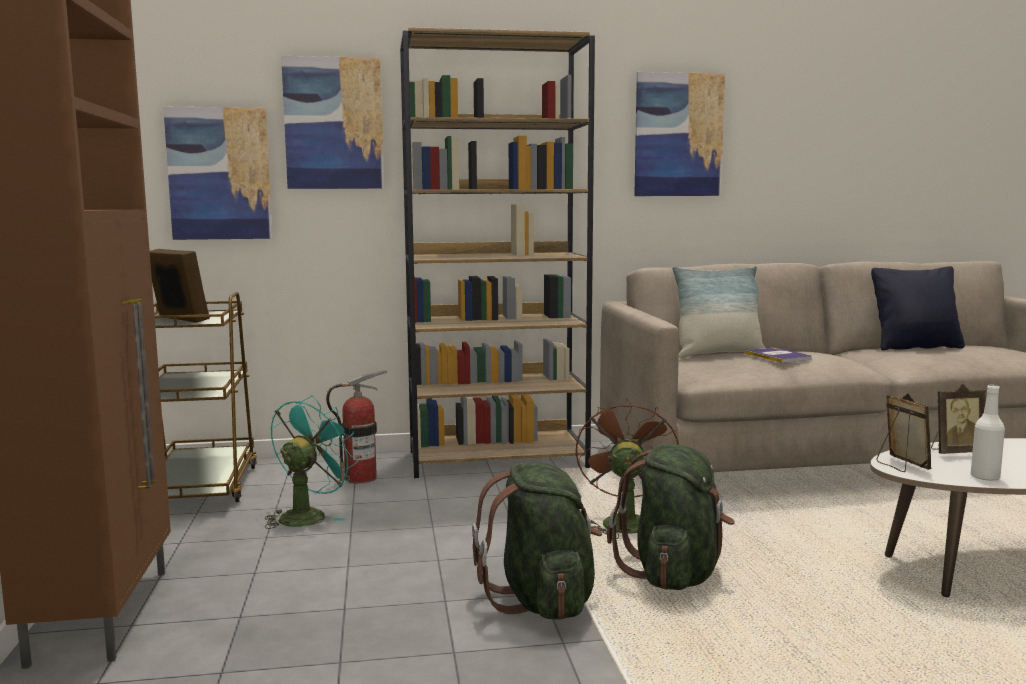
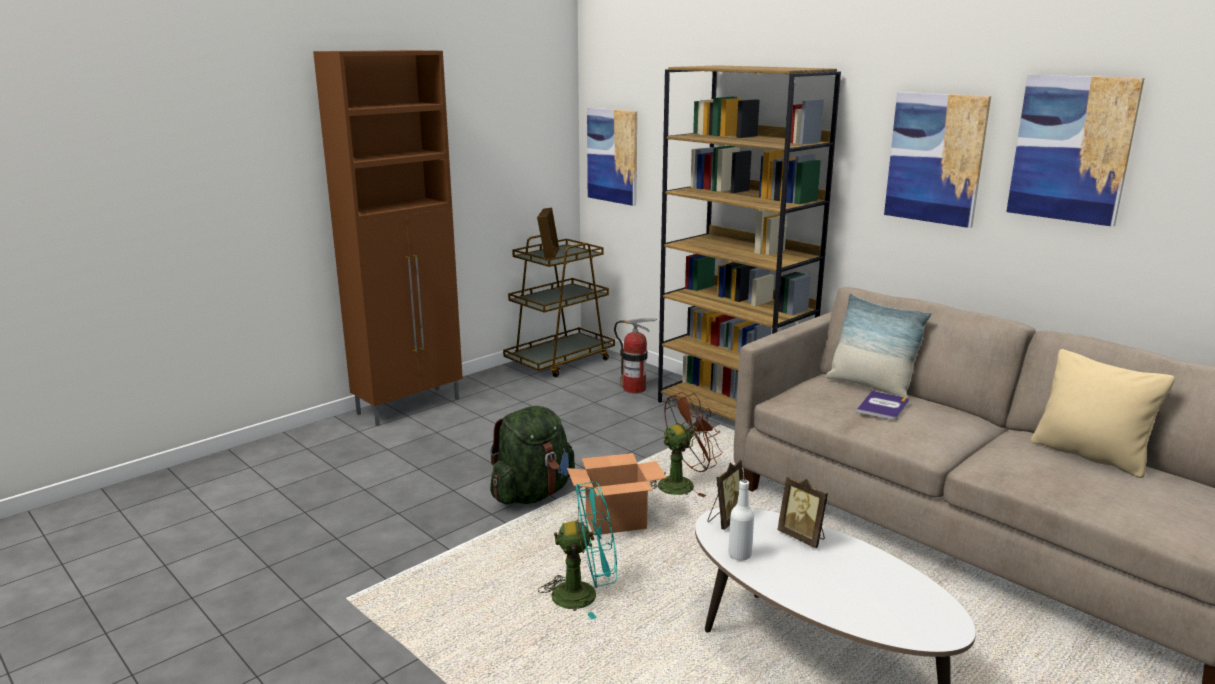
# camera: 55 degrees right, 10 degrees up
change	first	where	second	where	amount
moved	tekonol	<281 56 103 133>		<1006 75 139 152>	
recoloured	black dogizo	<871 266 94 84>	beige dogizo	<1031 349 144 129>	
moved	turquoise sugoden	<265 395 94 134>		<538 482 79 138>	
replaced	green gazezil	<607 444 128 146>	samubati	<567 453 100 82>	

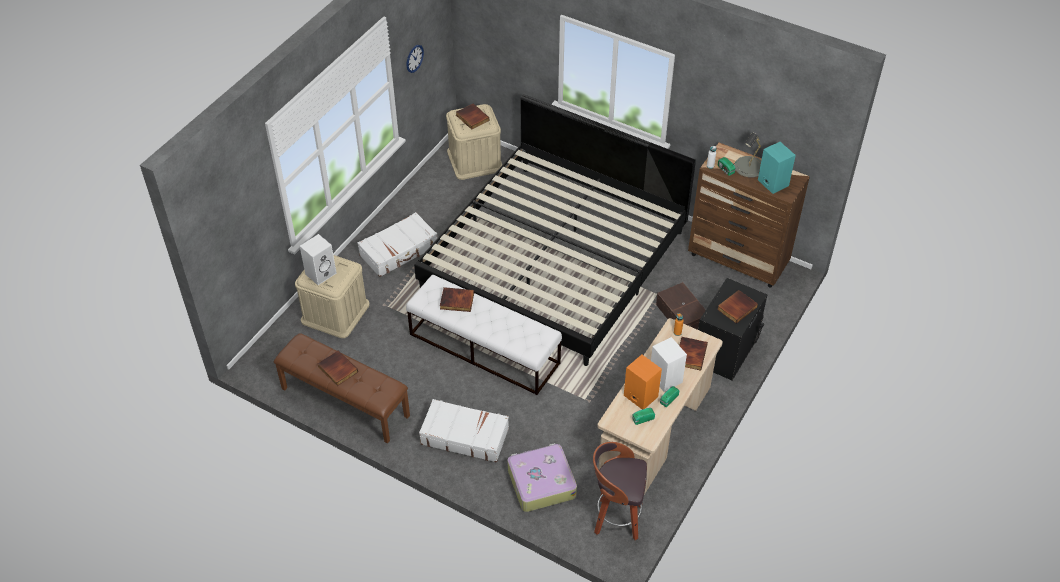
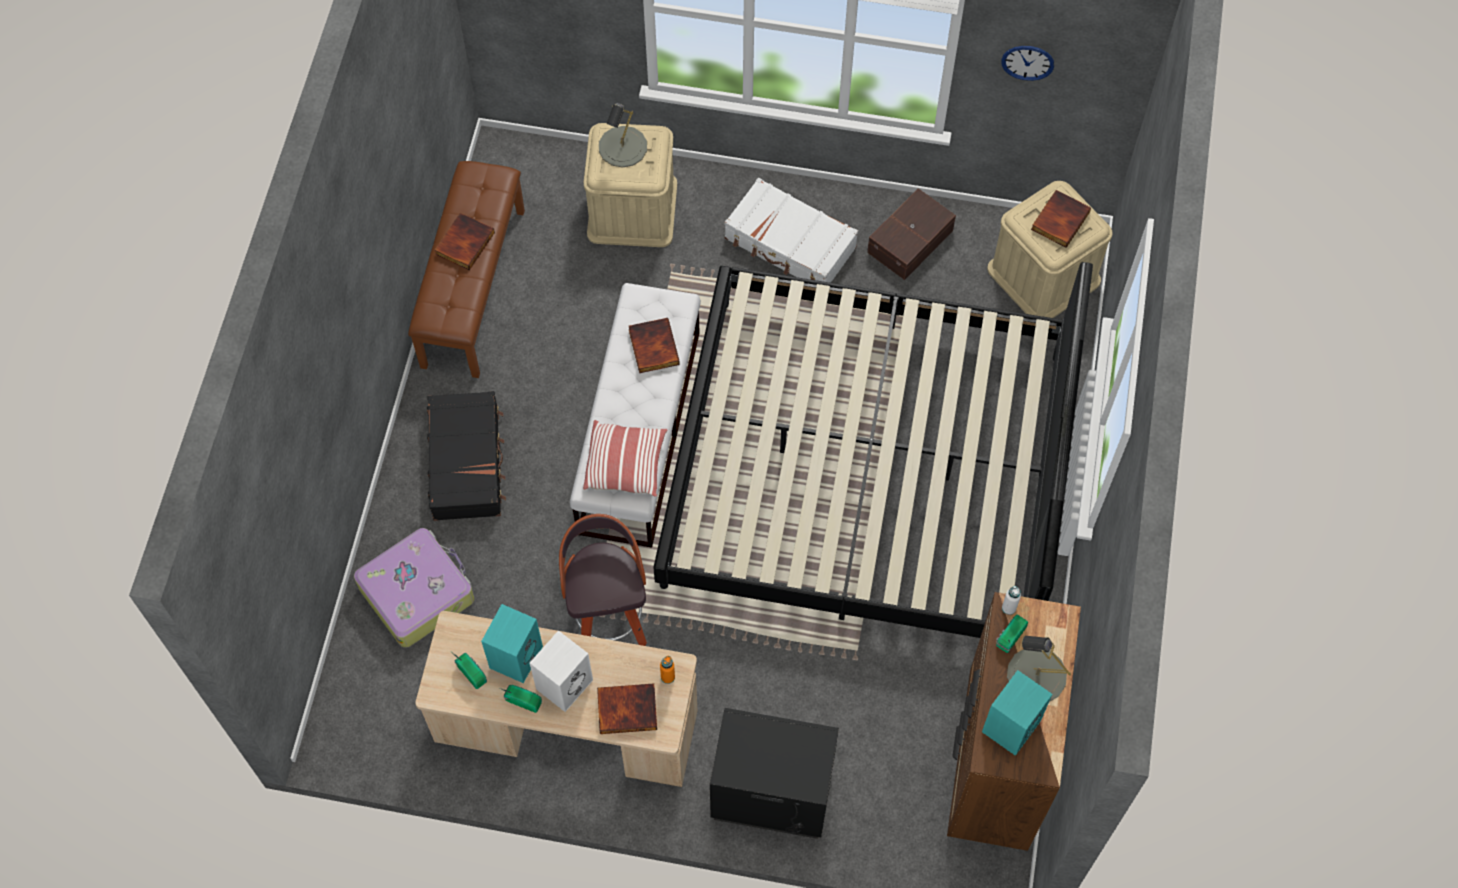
# camera: 70 degrees right, 15 degrees up
change	first	where	second	where	amount
replaced	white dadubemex	<300 234 36 51>	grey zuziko	<599 103 48 65>	
moved	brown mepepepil	<656 282 50 48>		<867 188 89 92>	
removed	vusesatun	<717 290 41 34>			
recoloured	orange dadubemex	<624 355 38 54>	turquoise dadubemex	<481 604 62 79>	
recoloured	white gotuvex	<419 399 90 64>	black gotuvex	<427 391 79 130>	
moved	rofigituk	<593 442 54 98>		<559 514 88 132>	
added			dogizo	<583 420 85 77>	

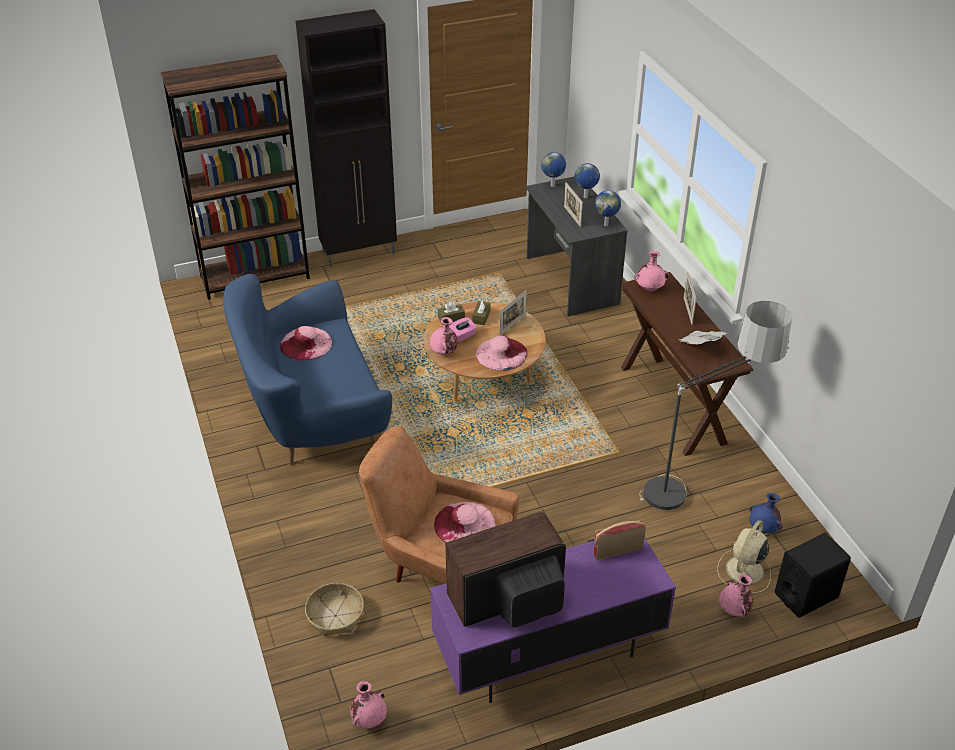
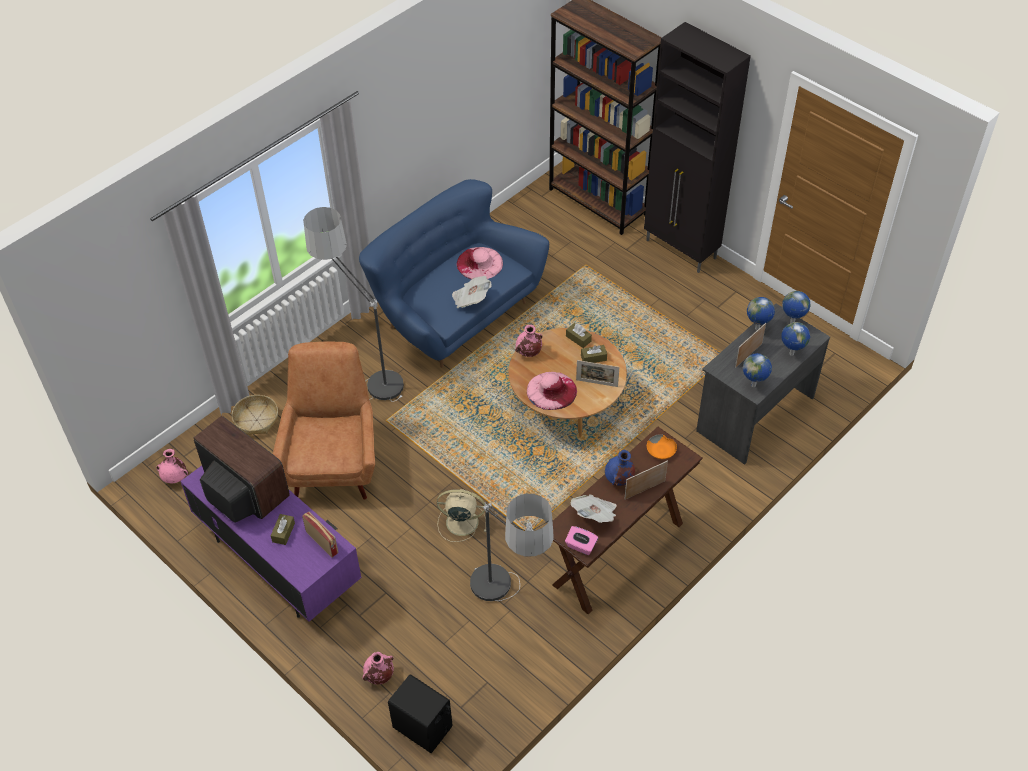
# camera: 65 degrees right, 10 degrees up
change	first	where	second	where	amount
replaced	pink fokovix	<634 251 35 40>	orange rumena	<647 434 30 25>	
moved	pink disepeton	<449 317 28 25>		<565 526 33 29>	
moved	blue fokovix	<749 493 33 40>		<605 450 30 36>	
removed	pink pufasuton	<434 502 62 41>			
moved	beige sugoden	<717 520 54 73>		<437 489 49 53>	
added			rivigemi	<303 207 101 195>	
added			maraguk	<452 276 40 32>	
added			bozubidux	<747 297 28 33>	
added			brown disepeton	<271 514 24 31>	

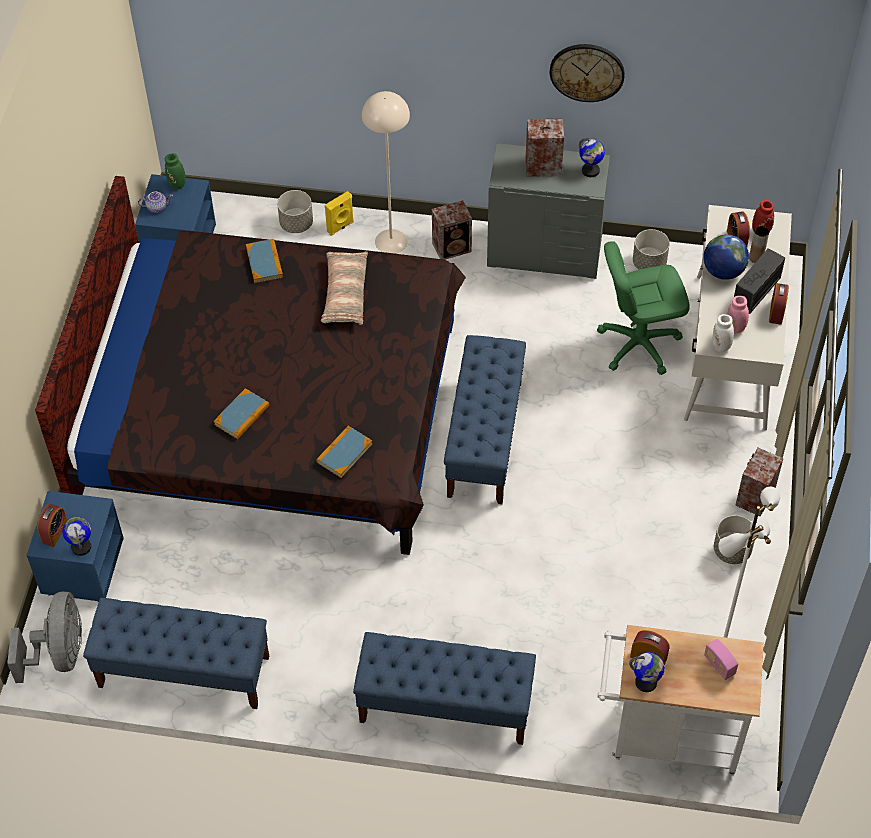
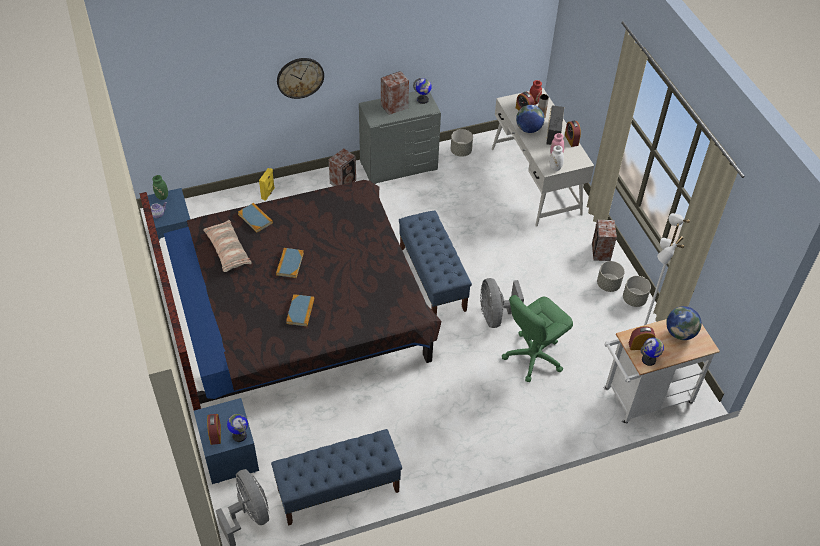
# camera: 30 degrees left, 5 degrees down
change	first	where	second	where	amount
moved	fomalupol	<550 44 75 58>		<277 58 47 41>	
removed	beige rivigemi	<362 91 48 163>			
moved	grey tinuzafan	<277 190 36 43>		<623 276 28 31>	
moved	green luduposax	<597 241 93 134>		<502 295 71 87>	
moved	dogizo	<321 251 47 74>		<203 220 49 52>	
moved	vusesatun	<316 426 56 52>		<276 248 28 30>	
removed	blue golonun	<353 632 183 113>			
replaced	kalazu	<704 639 34 41>	bozubidux	<666 306 36 34>	
added			grey sugoden	<480 278 44 50>	

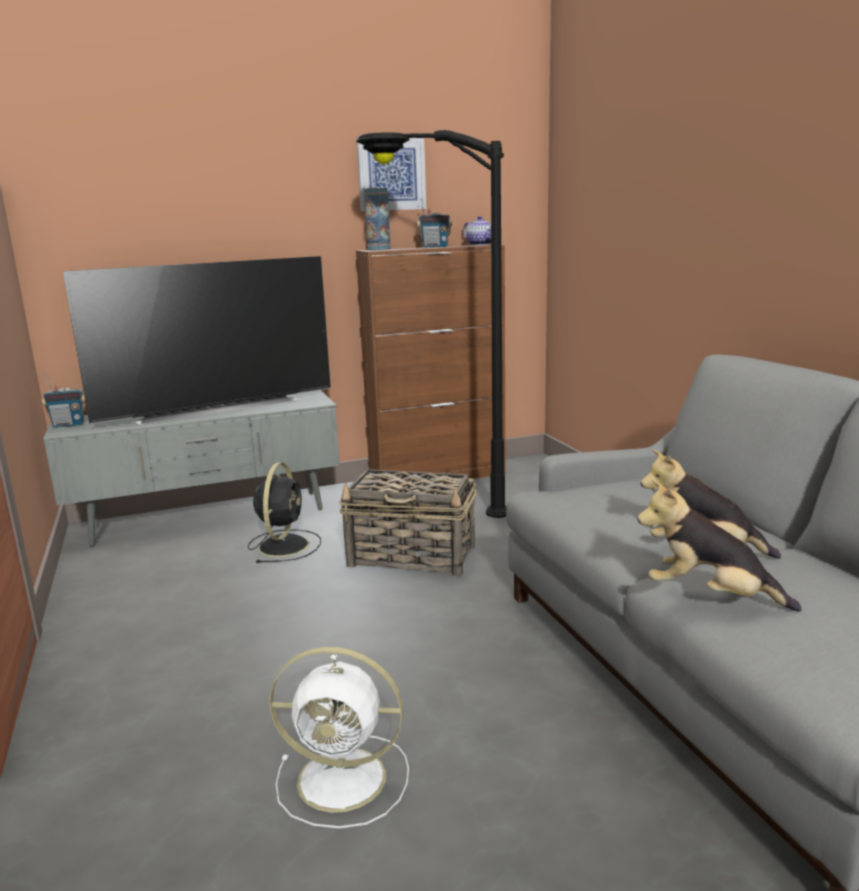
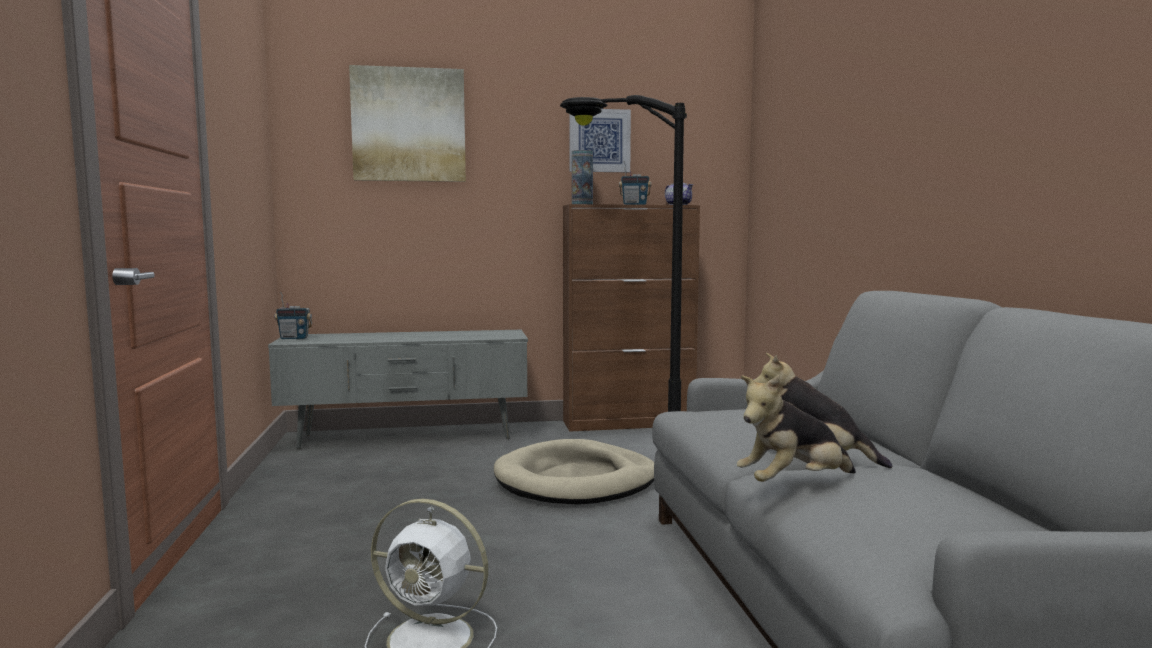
# camera: 10 degrees right, 10 degrees down
change	first	where	second	where	amount
removed	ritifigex	<63 256 268 169>			
removed	black sugoden	<248 463 73 100>			
replaced	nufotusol	<339 469 137 108>	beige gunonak	<494 439 160 66>	
turned	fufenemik	<637 480 165 132>		<737 375 119 107>	60 degrees counterclockwise
added			tekonol	<349 65 117 117>	

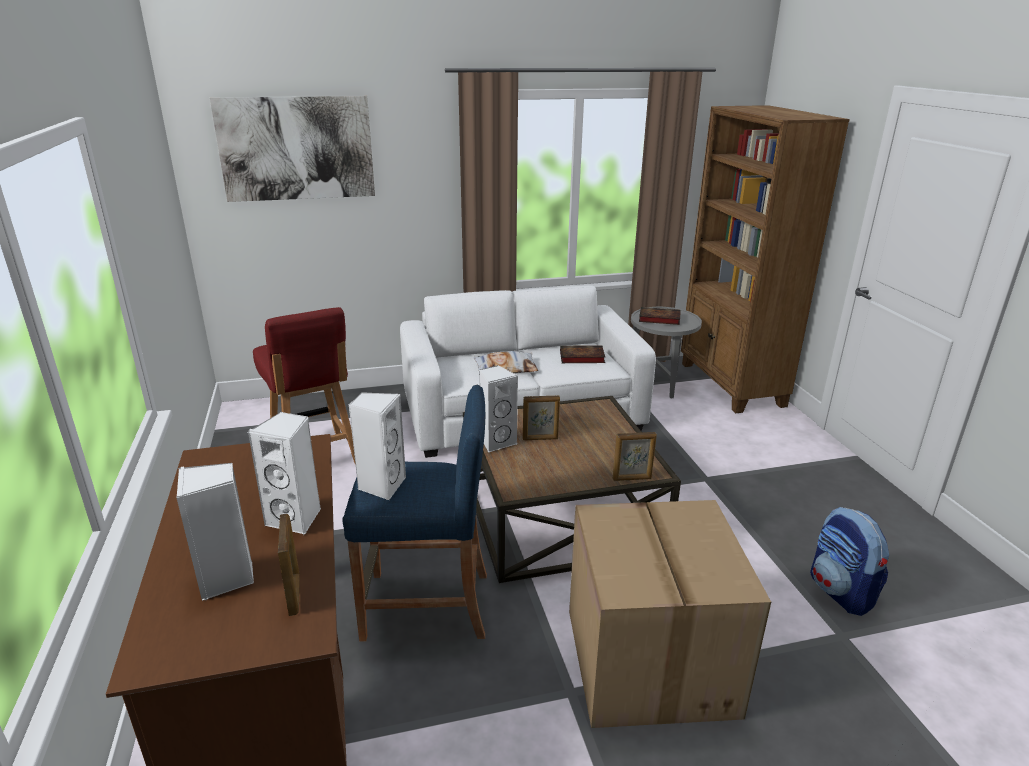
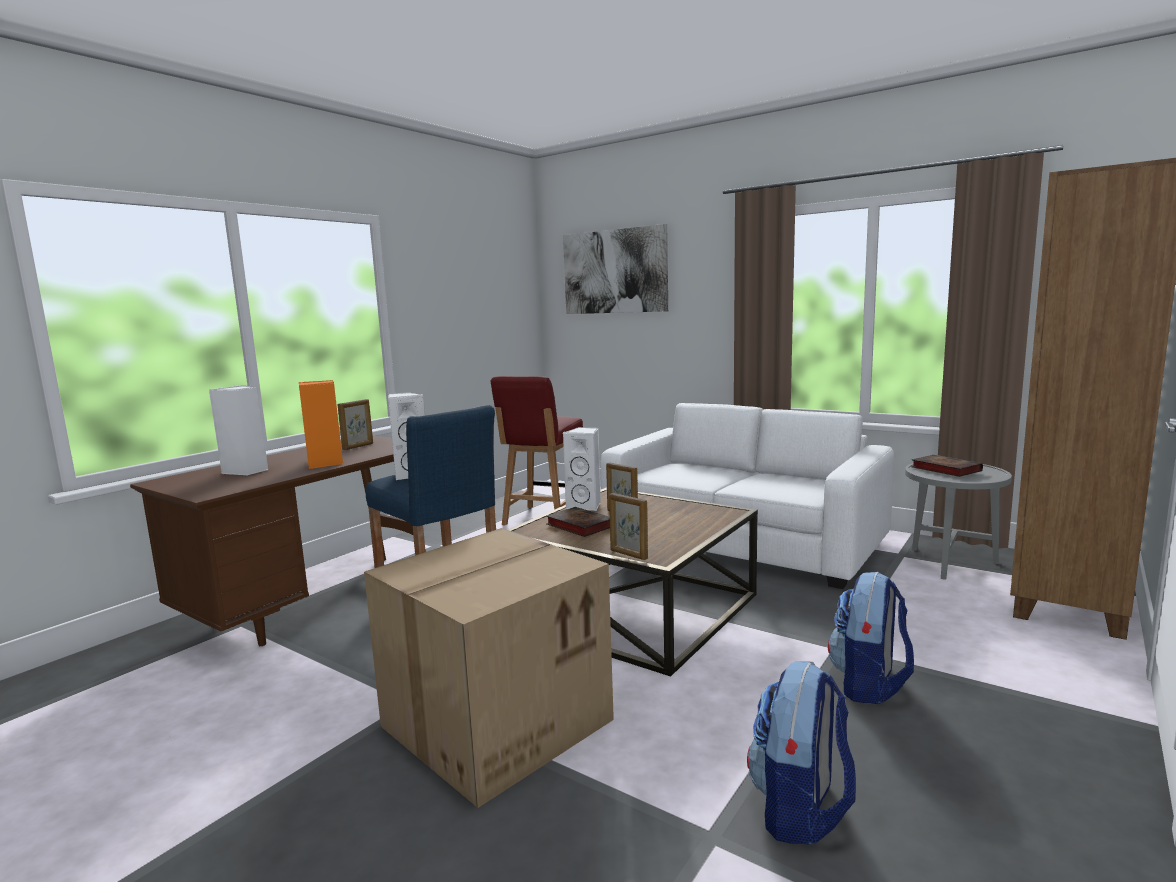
# camera: 50 degrees right, 15 degrees down
change	first	where	second	where	amount
moved	vusesatun	<560 345 45 18>		<546 507 64 30>	
removed	dogizo	<473 351 65 24>			
recoloured	white dadubemex	<248 412 73 123>	orange dadubemex	<299 380 44 89>	
moved	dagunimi	<278 514 22 102>		<338 399 35 51>	
added			gazezil	<828 572 86 132>	

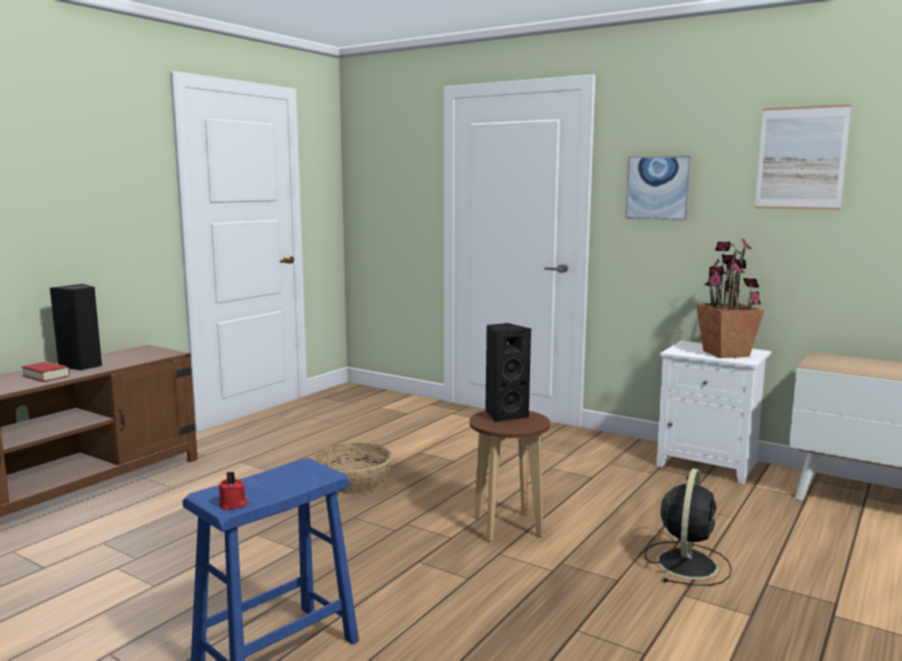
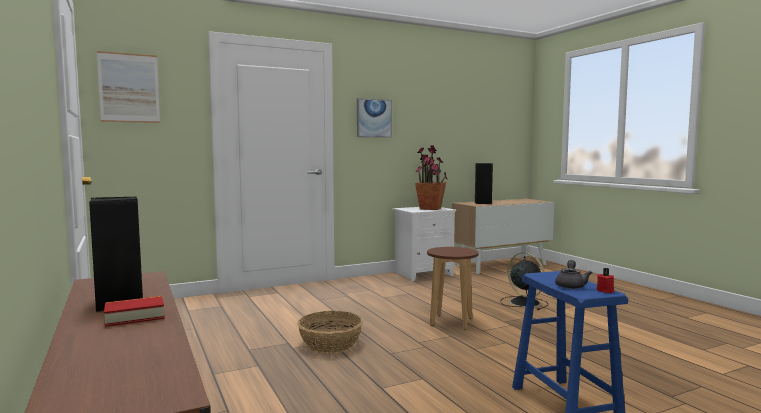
# camera: 60 degrees left, 5 degrees down
change	first	where	second	where	amount
moved	tekonol	<755 104 96 106>		<97 51 63 72>	
moved	black dadubemex	<485 323 46 99>		<475 163 18 41>	
added			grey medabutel	<555 260 38 29>	

